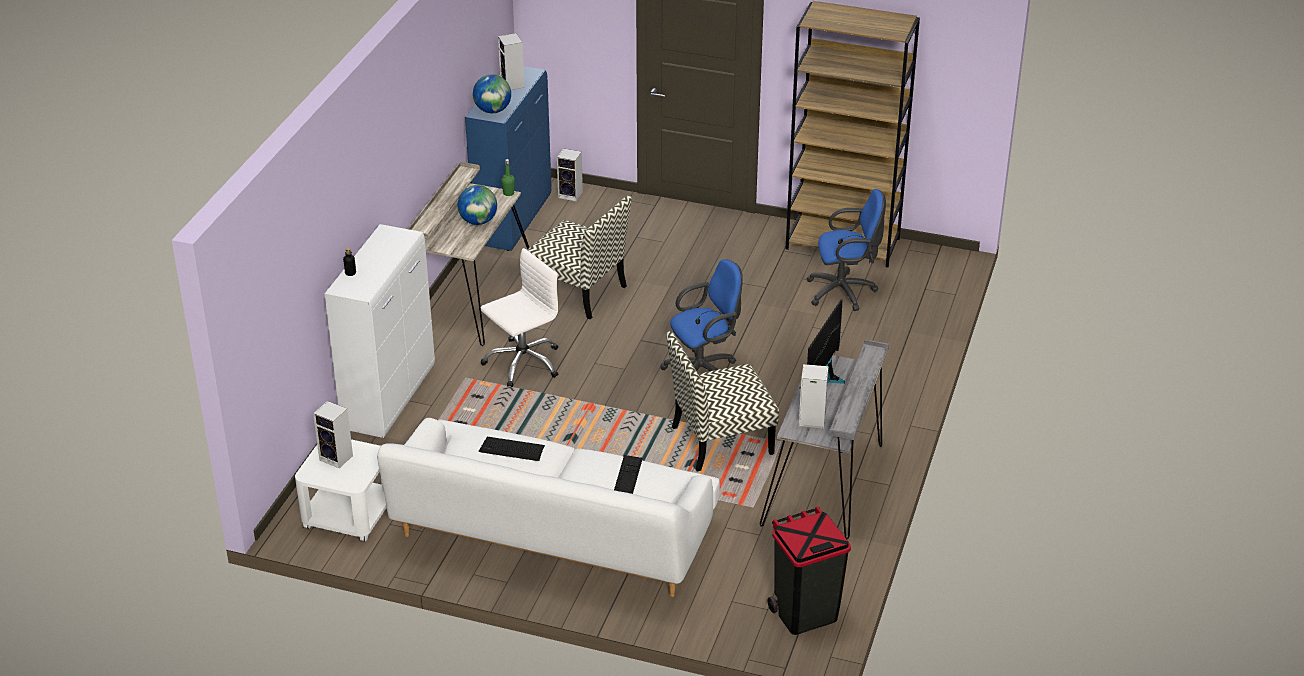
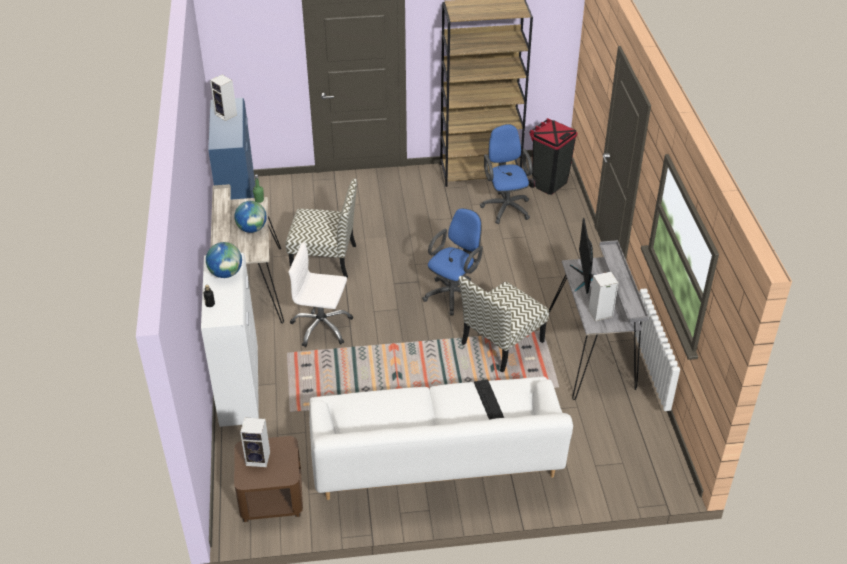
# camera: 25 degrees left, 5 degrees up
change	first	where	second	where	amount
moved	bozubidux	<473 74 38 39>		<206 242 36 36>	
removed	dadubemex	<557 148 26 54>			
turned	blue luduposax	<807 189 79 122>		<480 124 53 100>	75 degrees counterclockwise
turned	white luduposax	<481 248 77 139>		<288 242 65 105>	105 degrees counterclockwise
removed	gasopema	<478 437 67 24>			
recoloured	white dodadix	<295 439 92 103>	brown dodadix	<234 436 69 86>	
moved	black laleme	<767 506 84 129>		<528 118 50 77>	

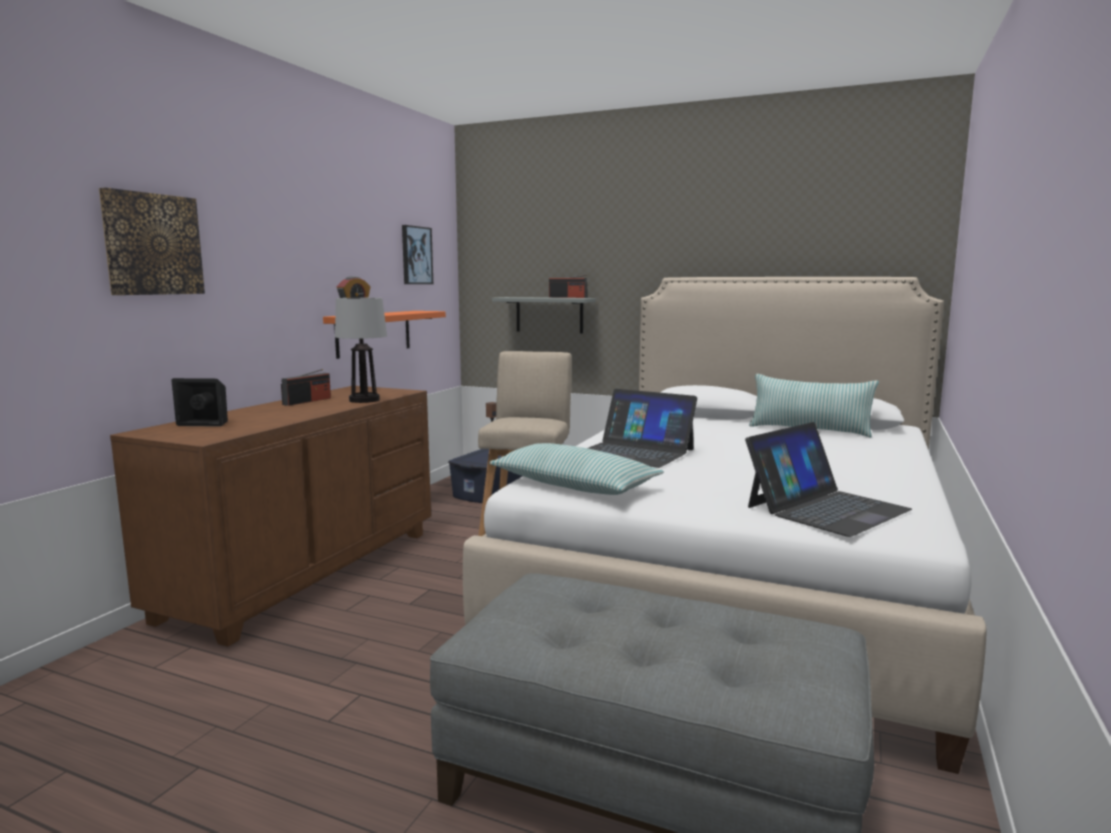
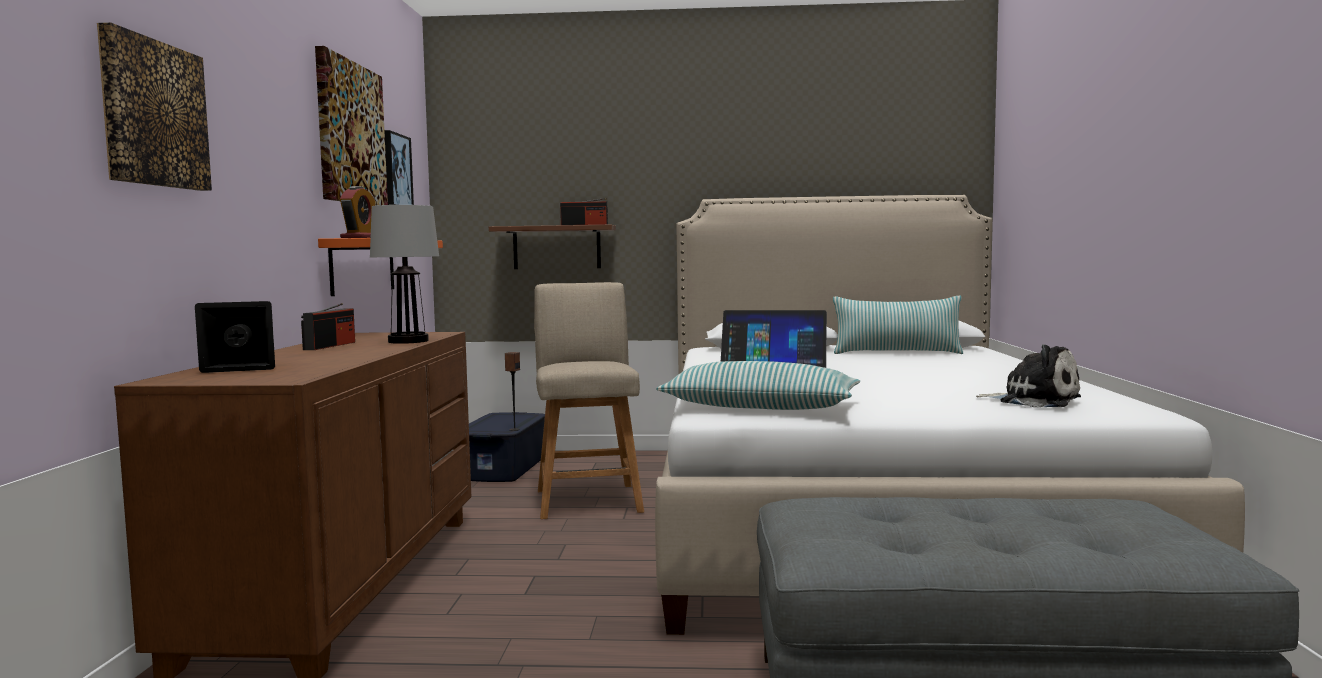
# camera: 20 degrees left, 5 degrees down
change	first	where	second	where	amount
recoloured	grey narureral	<492 297 104 36>	brown narureral	<489 225 127 44>	
replaced	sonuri	<745 422 167 115>	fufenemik	<976 344 105 64>	
added			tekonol	<315 46 73 160>	

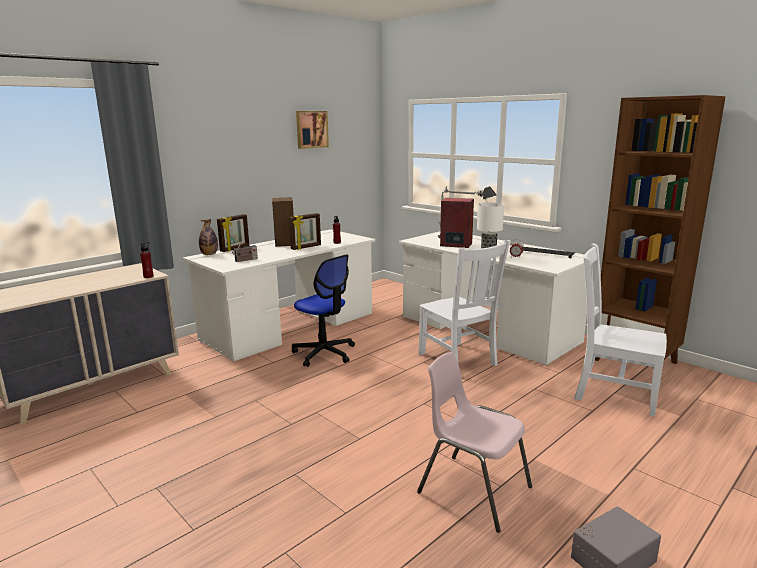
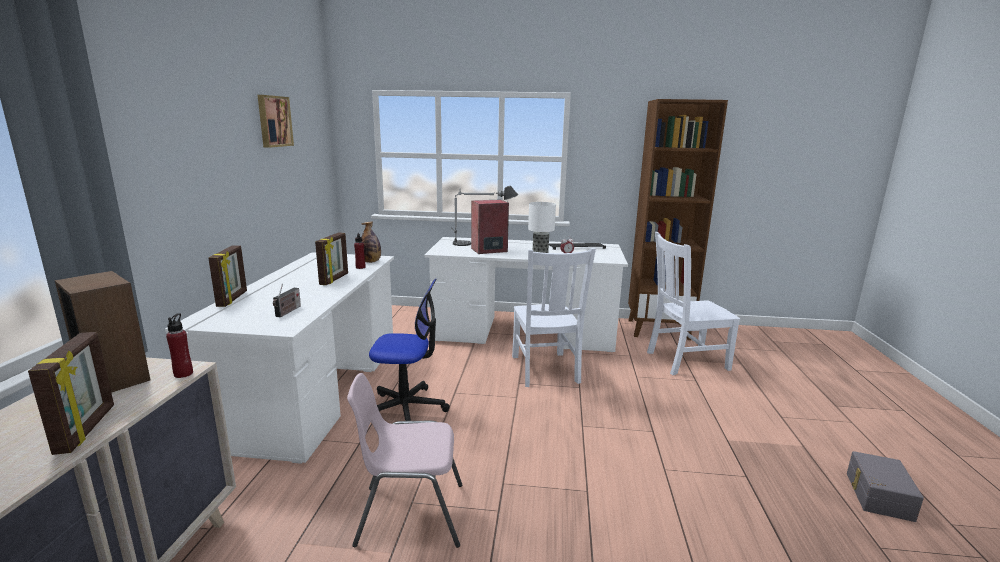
# camera: 40 degrees left, 0 degrees up
change	first	where	second	where	amount
moved	dadubemex	<272 197 22 50>		<55 271 95 122>	
moved	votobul	<199 219 19 36>		<361 221 20 42>	
turned	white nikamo	<419 240 91 126>		<512 248 84 139>	60 degrees clockwise
moved	pink nikamo	<417 352 115 181>		<347 373 115 175>	
added			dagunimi	<28 332 86 123>	

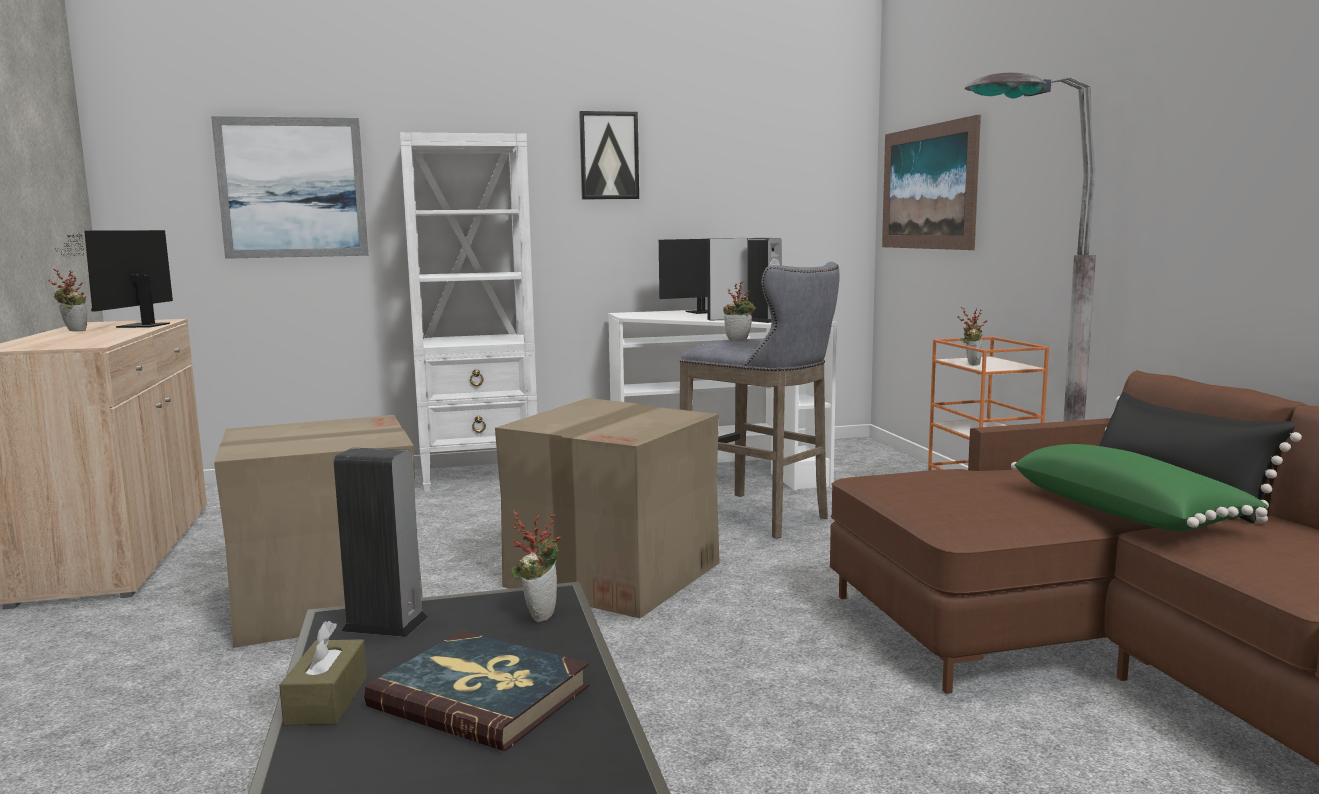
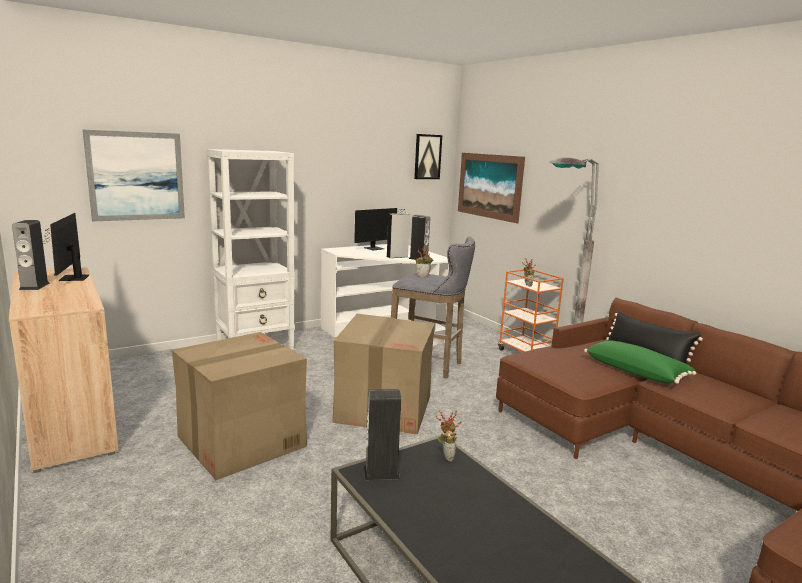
# camera: 20 degrees left, 5 degrees up
change	first	where	second	where	amount
moved	tekonol	<579 111 60 88>		<414 134 28 45>	
replaced	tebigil	<48 269 39 62>	dadubemex	<12 220 38 70>	
removed	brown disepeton	<279 621 88 104>			
removed	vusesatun	<364 631 226 120>			

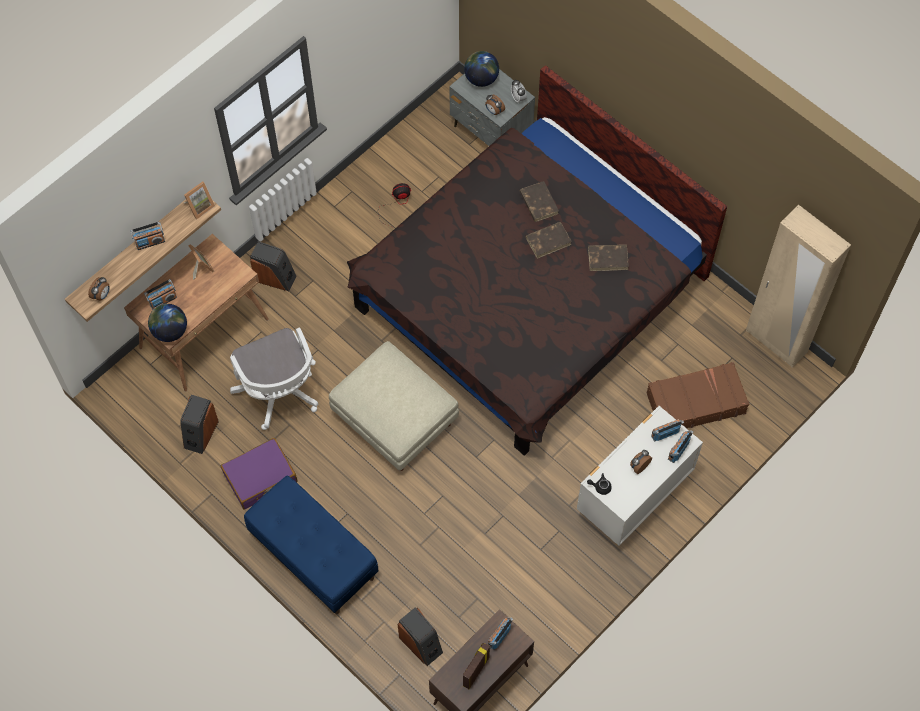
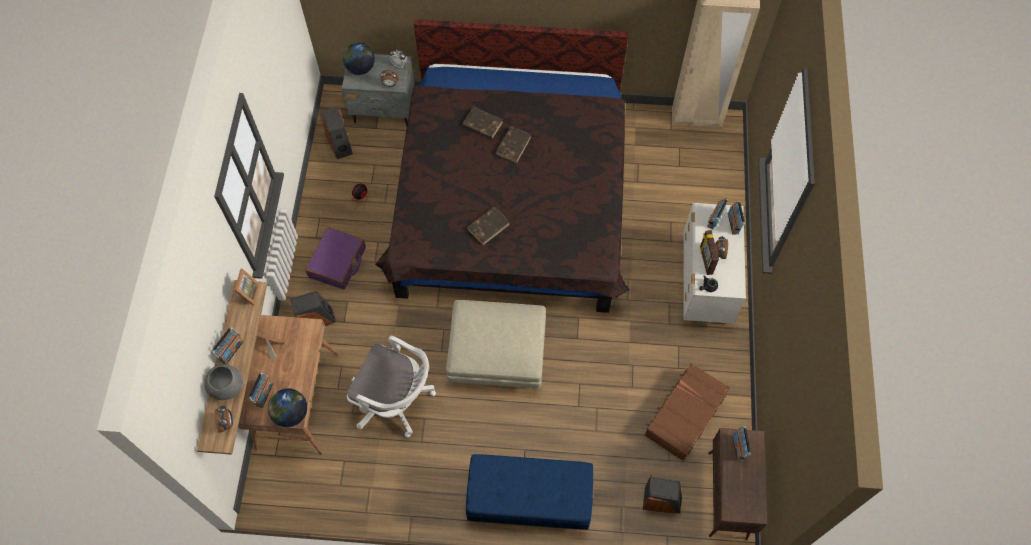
# camera: 40 degrees left, 0 degrees up
change	first	where	second	where	amount
moved	brown vusesatun	<588 245 41 26>		<467 207 43 38>	
moved	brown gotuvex	<646 362 103 66>		<644 363 86 98>	
moved	dadubemex	<180 395 39 59>		<320 107 33 52>	
moved	purple gotuvex	<221 438 76 71>		<305 227 61 63>	
moved	dagunimi	<463 643 27 46>		<700 230 19 45>	
added			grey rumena	<204 364 39 36>	

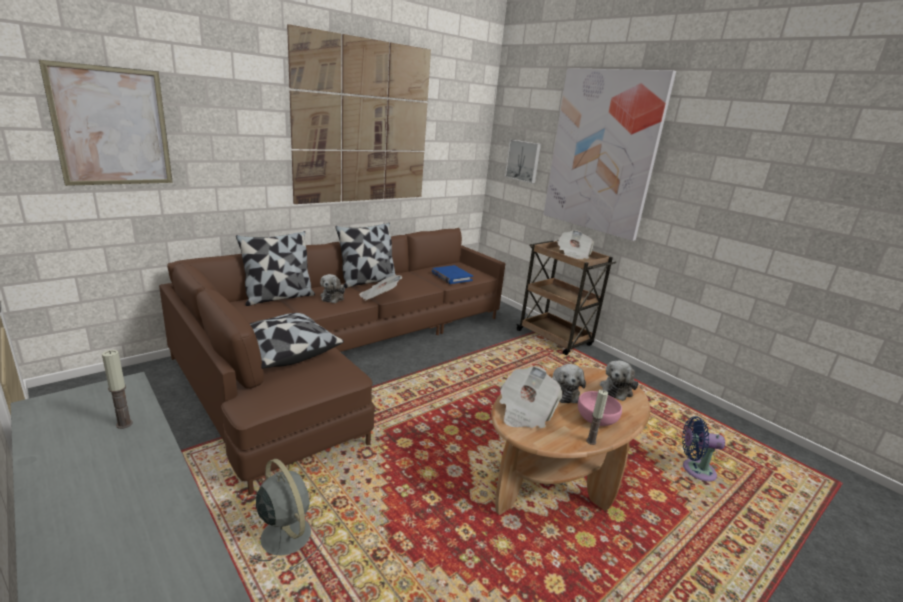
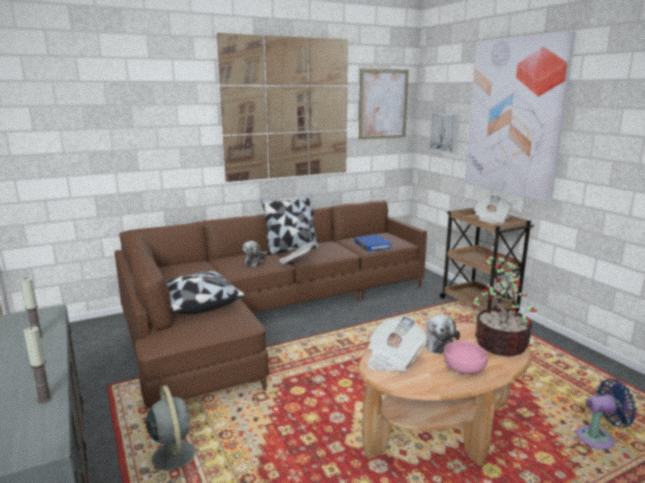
# camera: 15 degrees right, 5 degrees down
change	first	where	second	where	amount
moved	tekonol	<39 60 134 126>		<359 69 50 70>	
removed	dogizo	<236 231 79 75>			
replaced	fufenemik	<600 360 39 41>	tebigil	<471 253 66 104>	
moved	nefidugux	<586 390 22 55>		<24 327 29 76>	
turned	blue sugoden	<682 416 43 65>		<576 379 61 70>	150 degrees clockwise

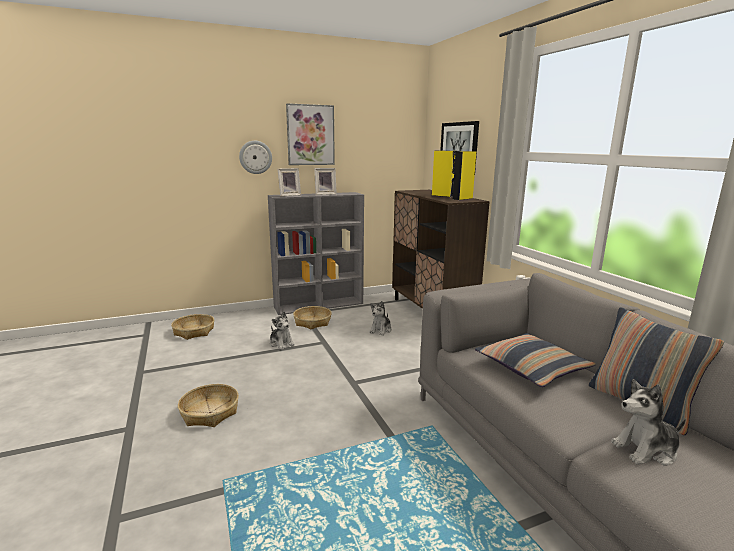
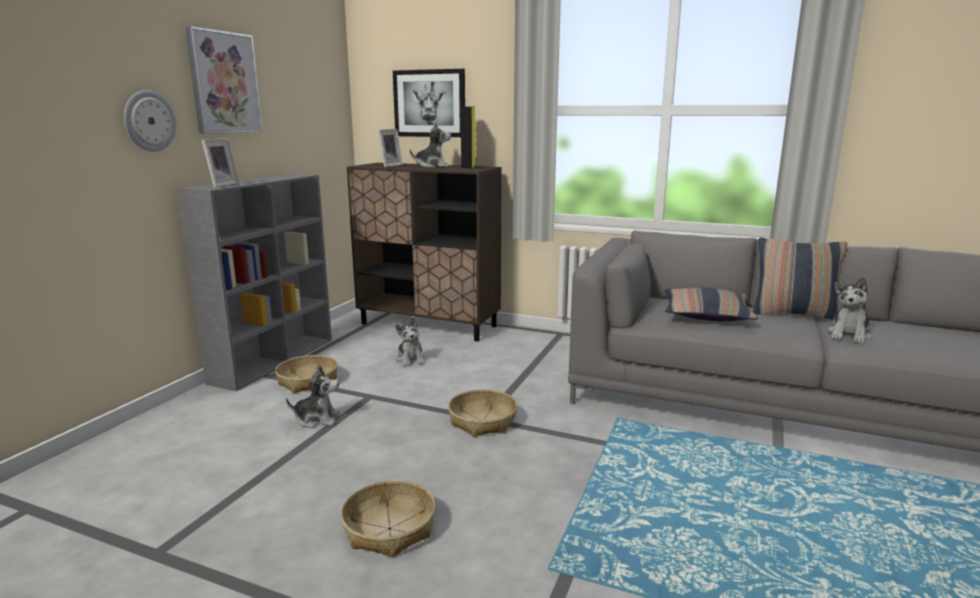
# camera: 45 degrees left, 0 degrees up
change	first	where	second	where	amount
replaced	yellow dadubemex	<431 150 25 47>	fufenemik	<410 122 41 46>	
moved	dagunimi	<314 168 23 27>		<378 129 25 38>	
moved	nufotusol	<171 314 43 26>		<448 390 70 47>	

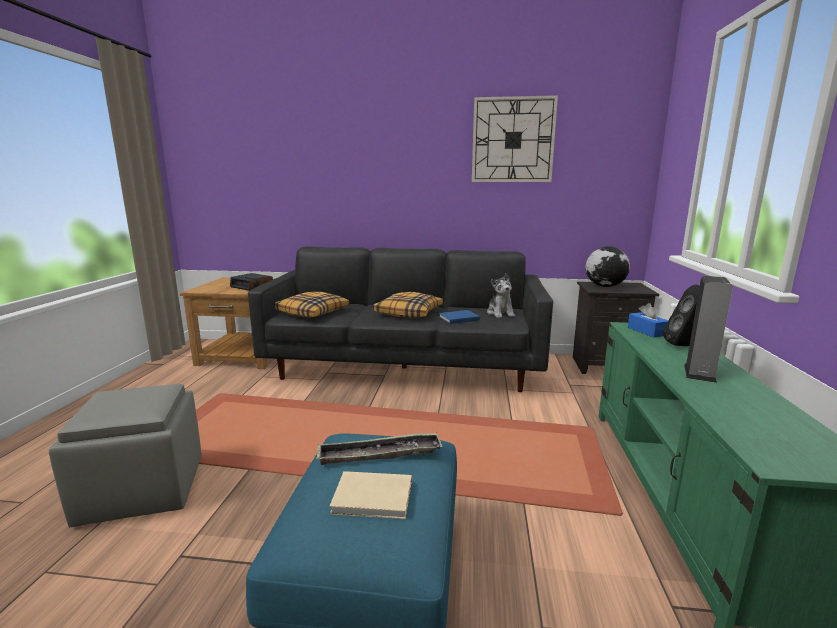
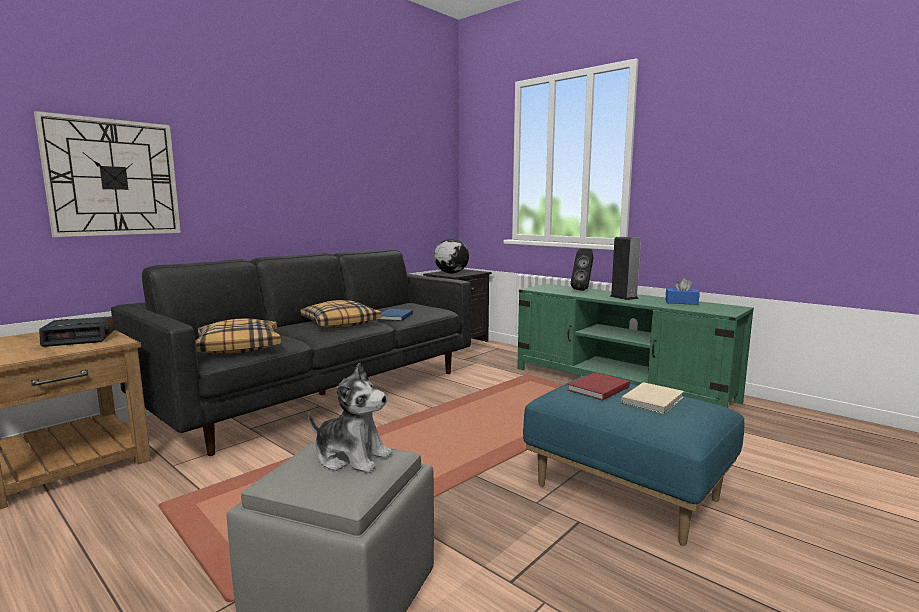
# camera: 55 degrees left, 5 degrees down
change	first	where	second	where	amount
moved	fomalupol	<472 95 86 87>		<34 111 147 126>	
moved	fufenemik	<487 273 28 45>		<308 362 84 111>	
moved	blue disepeton	<628 303 40 35>		<665 278 35 27>	
replaced	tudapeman	<316 432 127 33>	red vusesatun	<568 372 62 29>	

